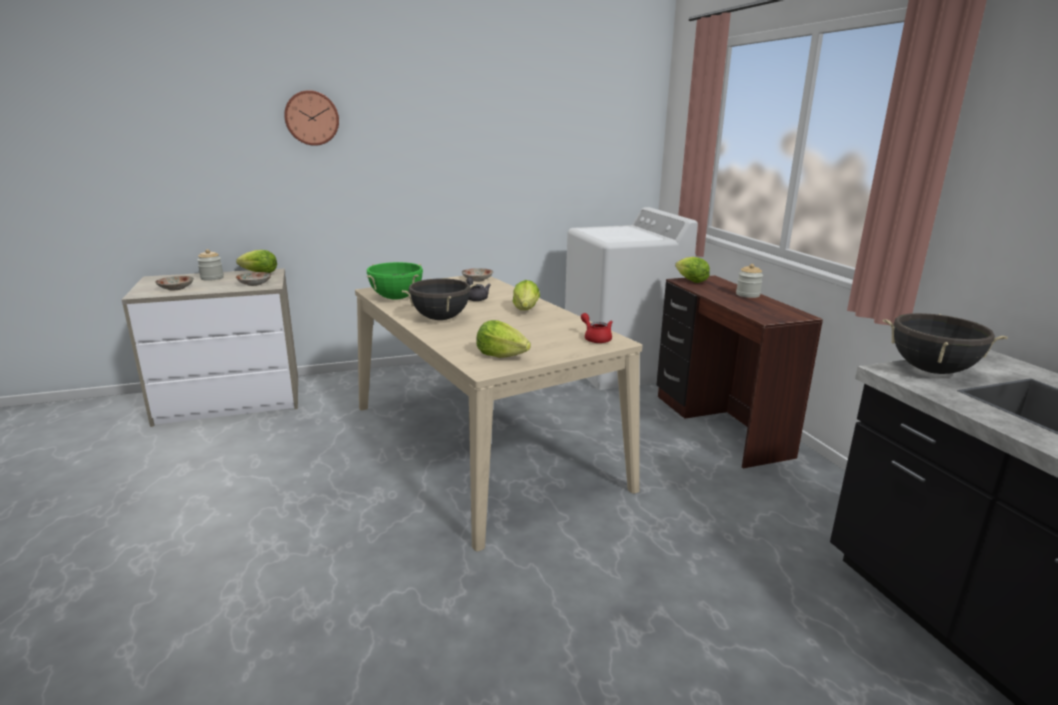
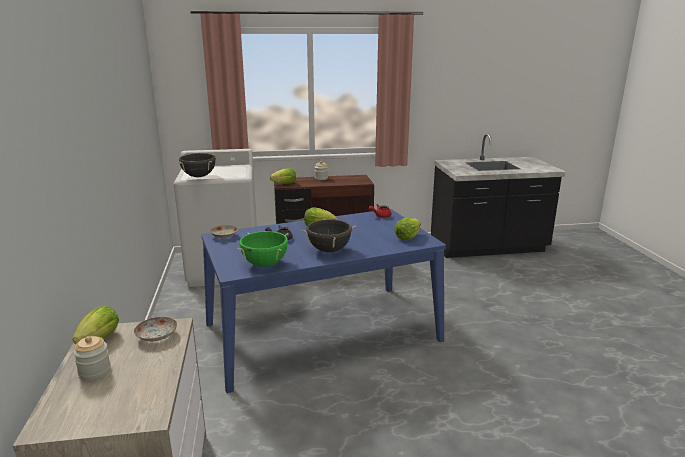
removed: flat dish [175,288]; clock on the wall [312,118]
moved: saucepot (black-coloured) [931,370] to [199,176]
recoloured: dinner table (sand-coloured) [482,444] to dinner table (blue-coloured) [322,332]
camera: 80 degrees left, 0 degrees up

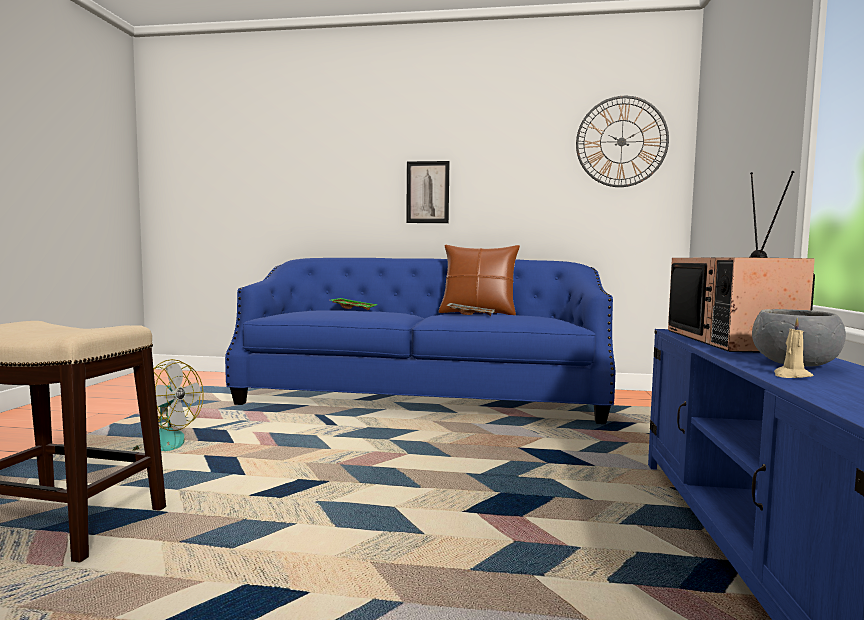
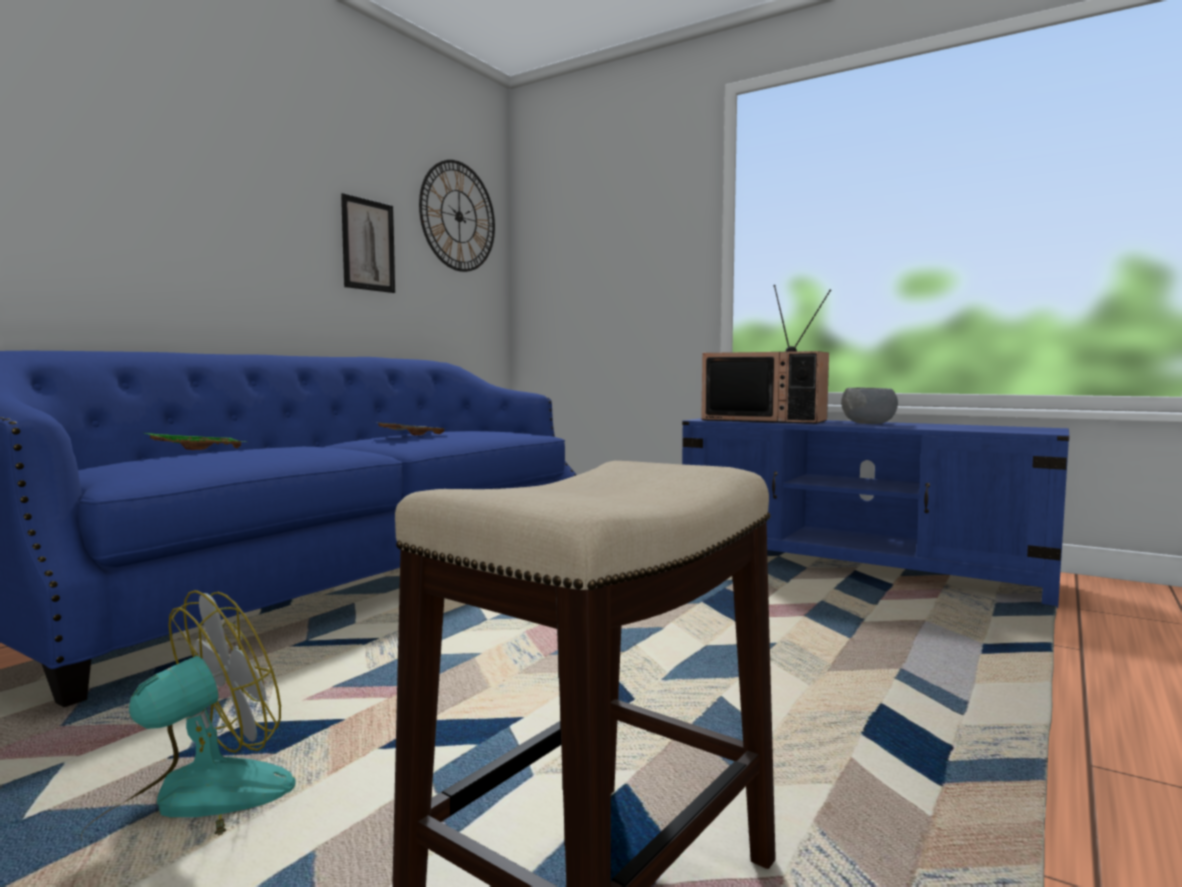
removed: throw pillow (brown-coloured) [478,313]; candle (sand-coloured) [791,375]
moved: wall picture [427,192] to [368,245]
camera: 65 degrees left, 0 degrees up

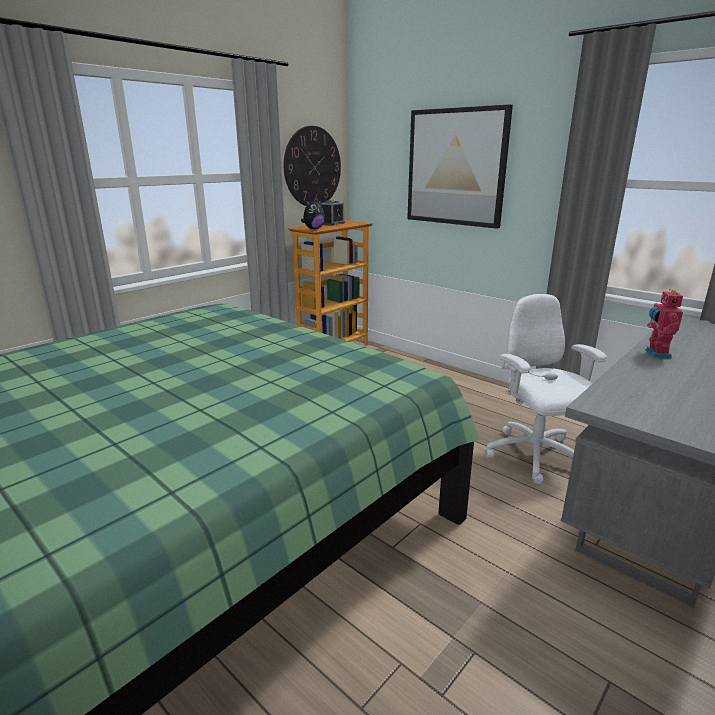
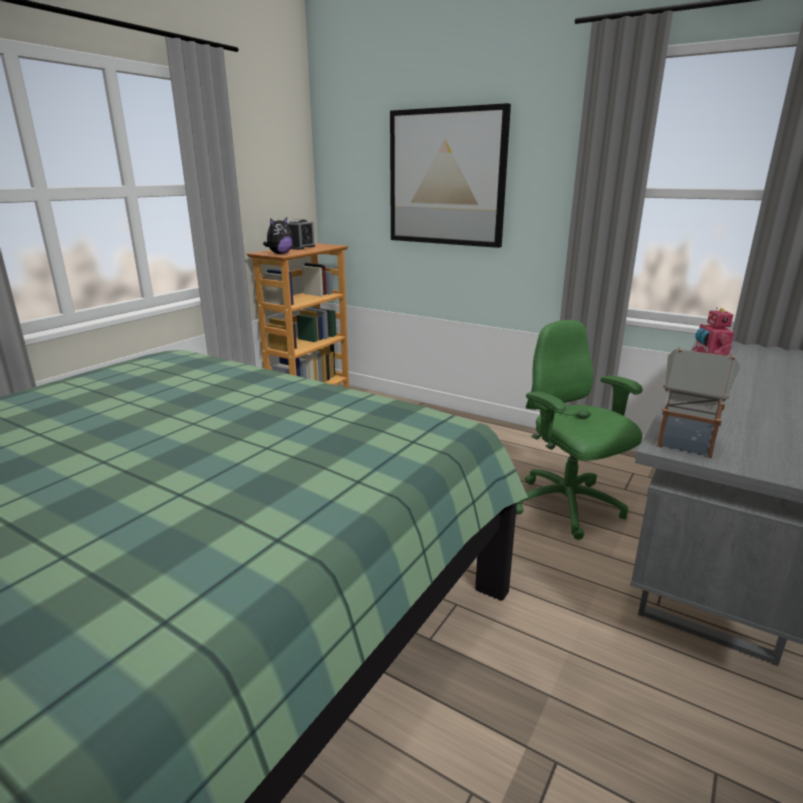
removed: clock on the wall [312,167]
added: miniature house [684,442]
recoloured: office chair (white-coloured) [535,456] to office chair (greenish) [567,507]
camera: 10 degrees left, 0 degrees up

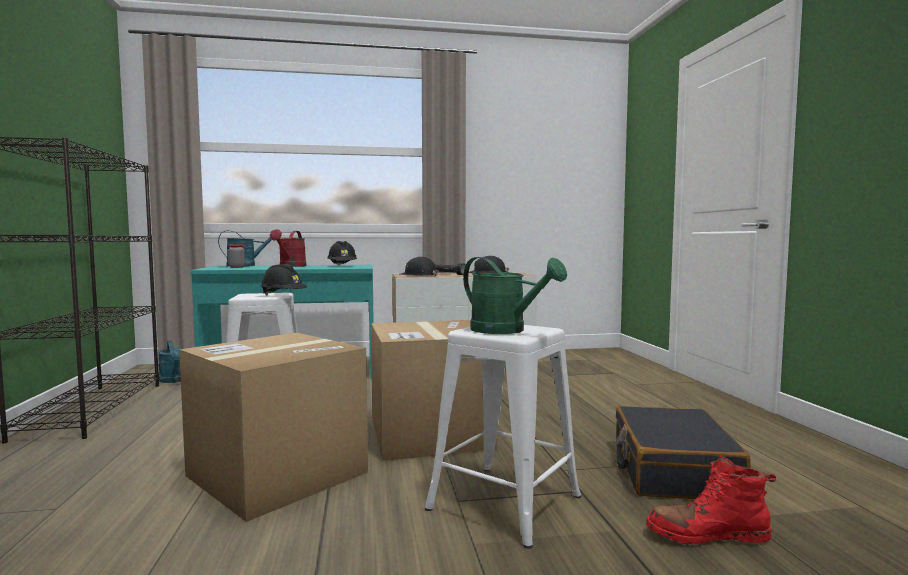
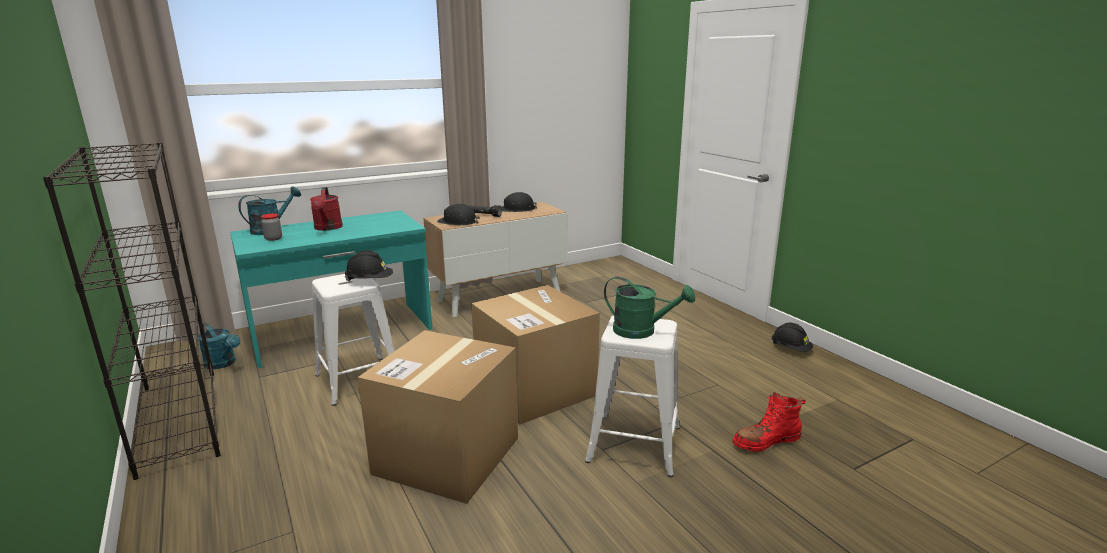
removed: piece of luggage (black-coloured) [672,470]
moved: work helmet (black-coloured) [342,266] to [790,349]
camera: 20 degrees left, 15 degrees up

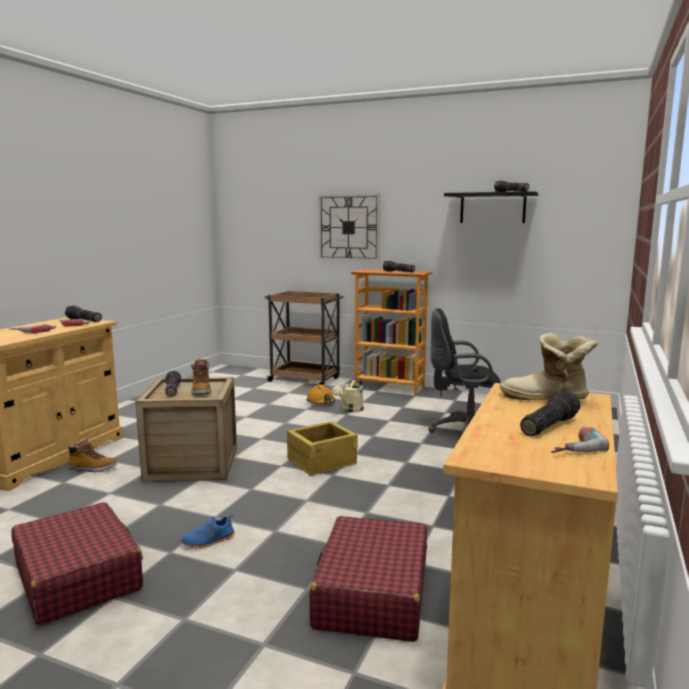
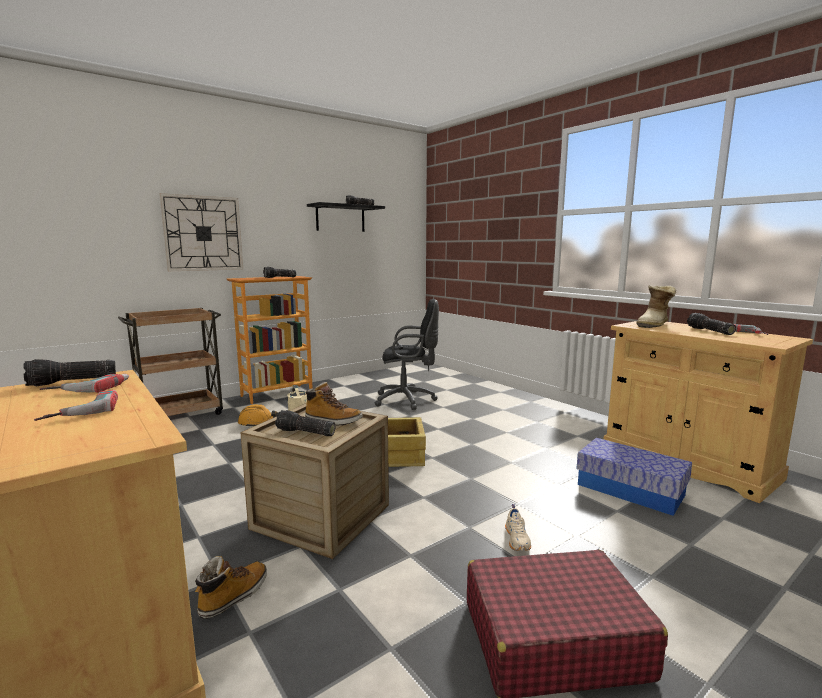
replaced: piece of luggage (red-coloured) [372,594] to storage bin [630,490]
recoloured: low shoe (blue-coloured) [208,541] to low shoe (sand-coloured) [518,539]
turned: office chair (black-coloured) [463,432] = [408,400] 120 degrees counterclockwise
camera: 60 degrees left, 0 degrees up

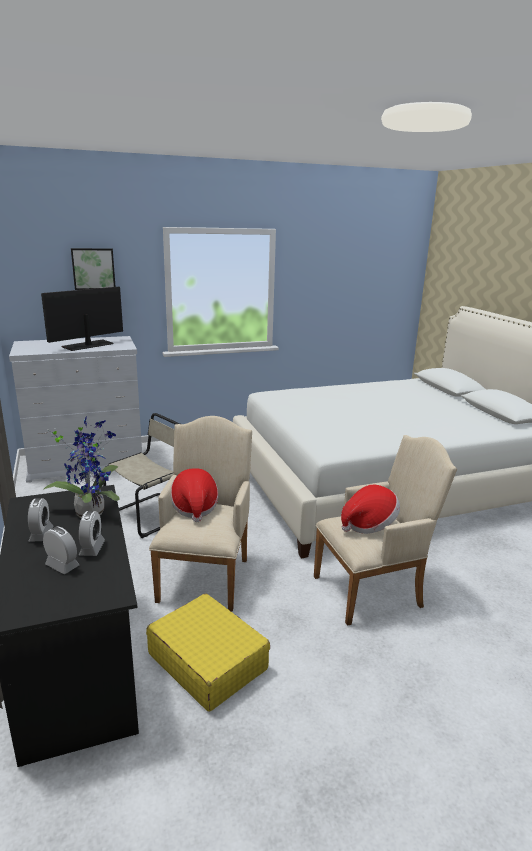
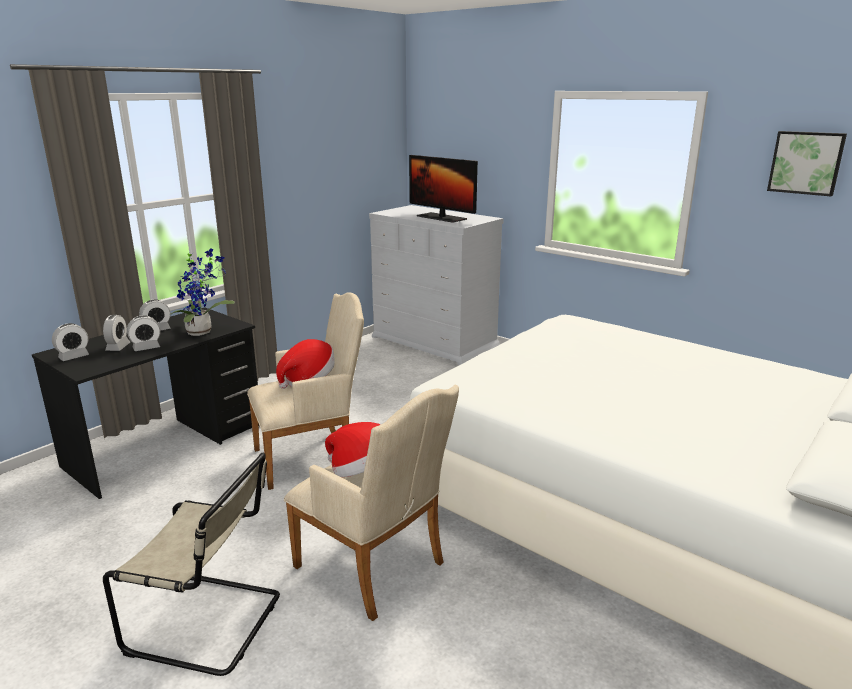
removed: piece of luggage (yellowish) [207,661]
added: bedside clock [74,356]
moved: plain chair (sand-coloured) [152,514] to [210,623]; wall picture [93,268] to [806,162]
turned: computer display [87,345] = [441,217] 150 degrees counterclockwise
camera: 60 degrees right, 0 degrees up

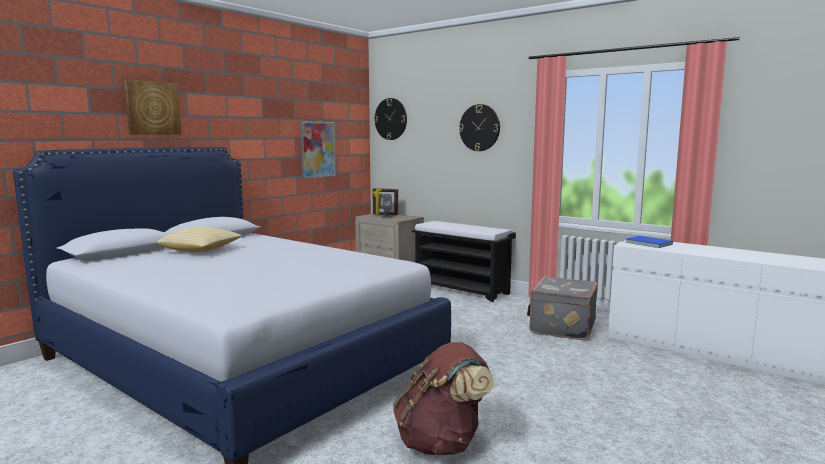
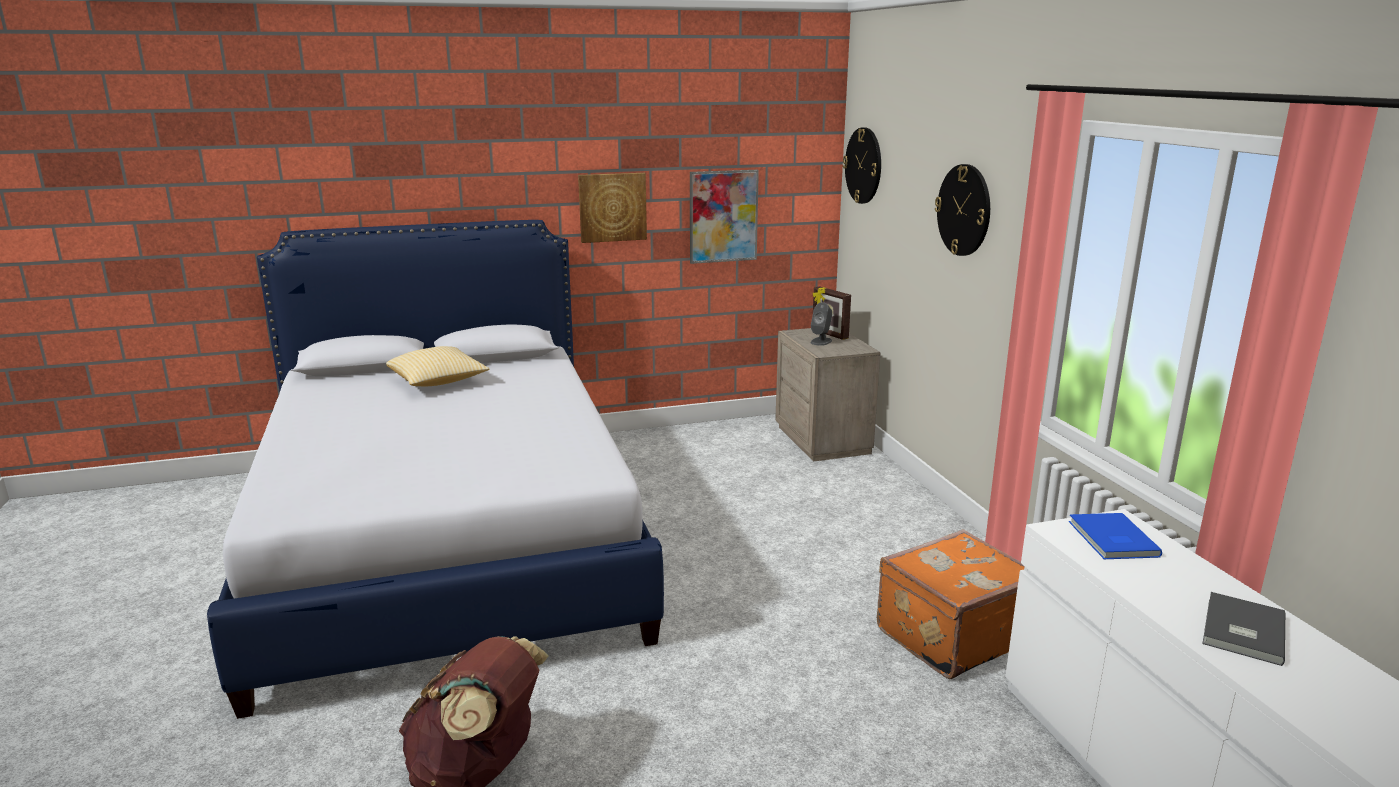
removed: bench (black-coloured) [462,289]
added: bound book (greyish) [1240,631]
moved: wall picture [152,108] to [612,207]
recoloured: piece of luggage (greyish) [561,327] to piece of luggage (orangey) [949,635]
camera: 35 degrees right, 10 degrees up

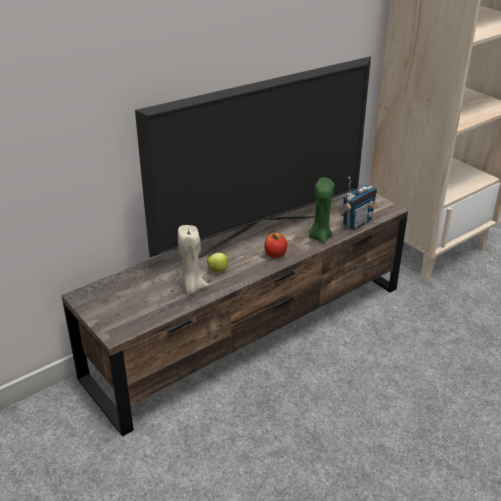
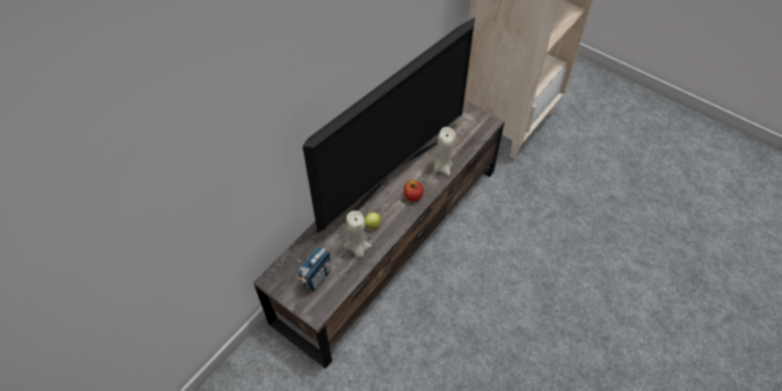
moved: radio set [356,223] to [316,278]
recoloured: candle (greenish) [320,237] to candle (sand-coloured) [442,167]
camera: 15 degrees left, 20 degrees up

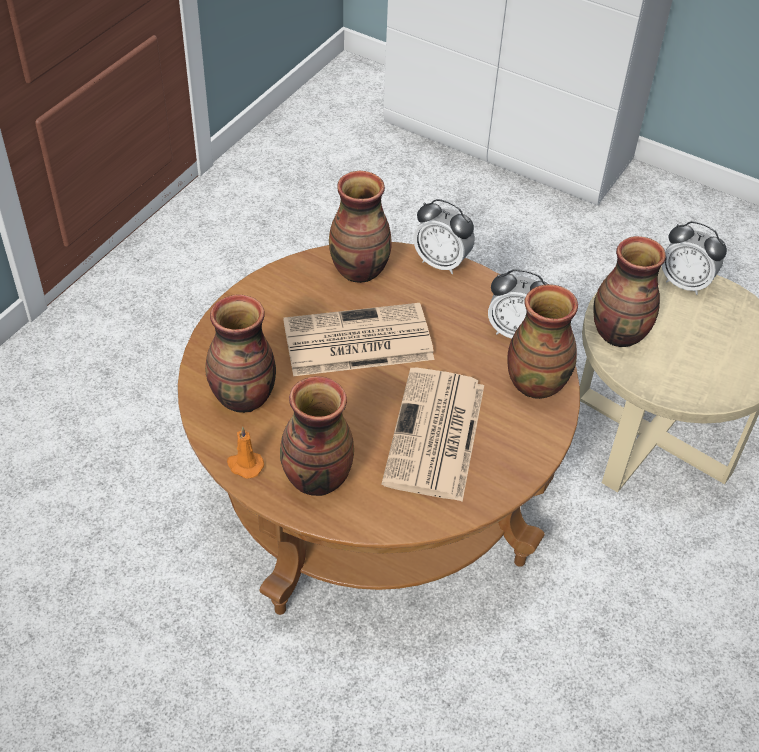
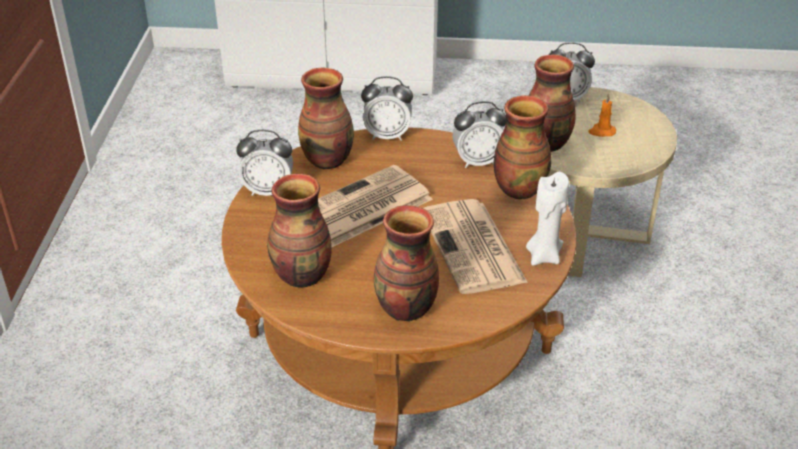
added: bedside clock [268,191]; candle (white-coloured) [544,256]
moved: candle (orangey) [244,465] to [601,131]
camera: 25 degrees left, 10 degrees down

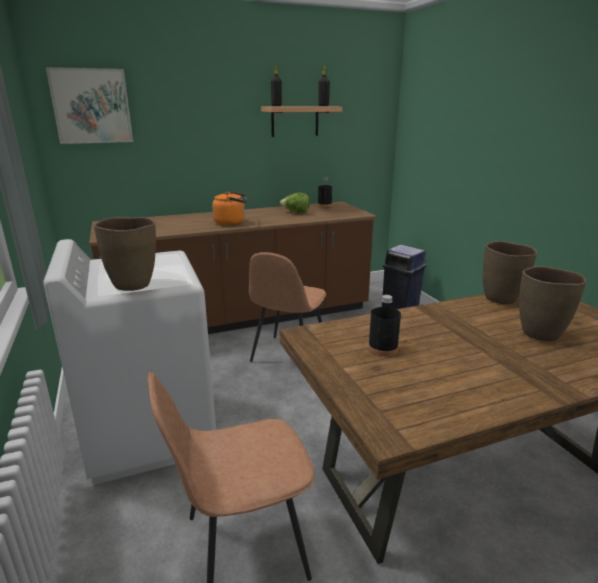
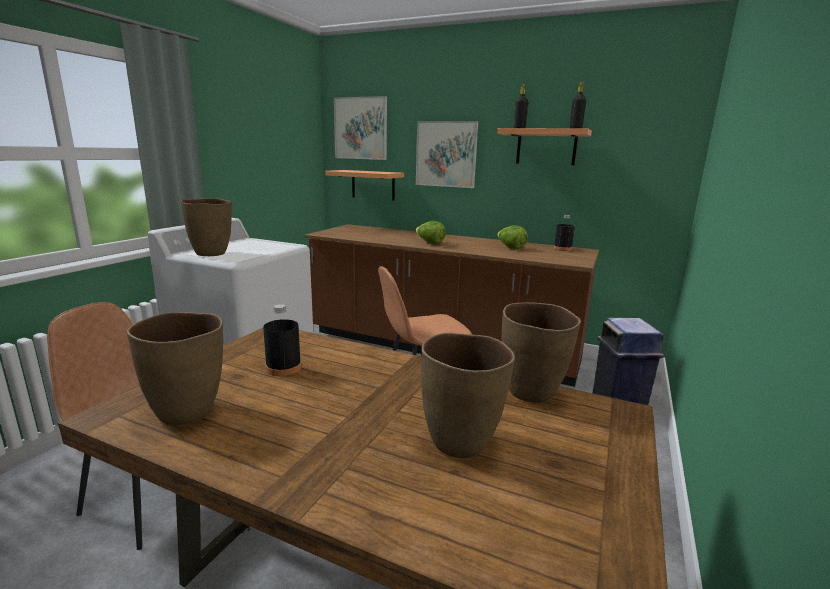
added: flower vase (brown-coloured) [188,411]; bracket shelf [373,185]; wall picture [446,154]
replaced: tea kettle (orangey) [232,222] to lettuce [430,243]
camera: 45 degrees right, 5 degrees down

